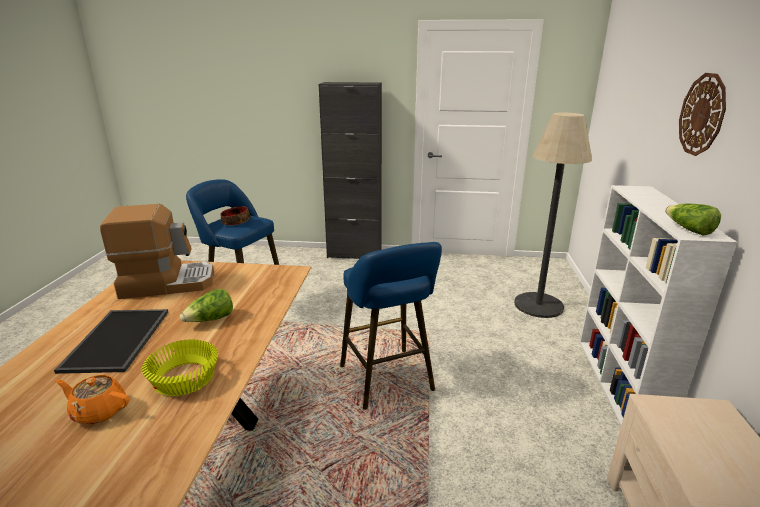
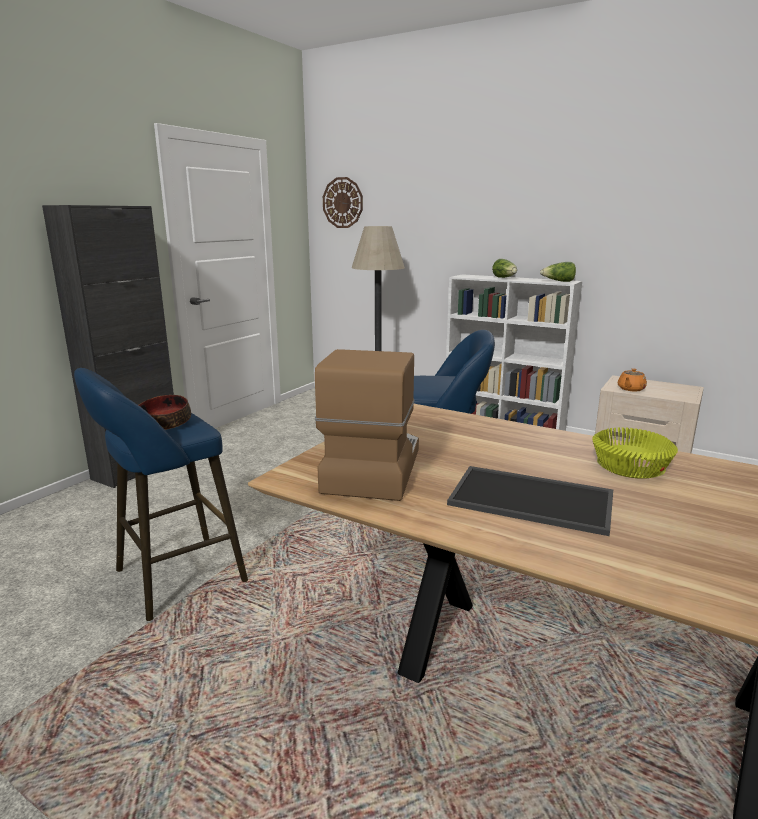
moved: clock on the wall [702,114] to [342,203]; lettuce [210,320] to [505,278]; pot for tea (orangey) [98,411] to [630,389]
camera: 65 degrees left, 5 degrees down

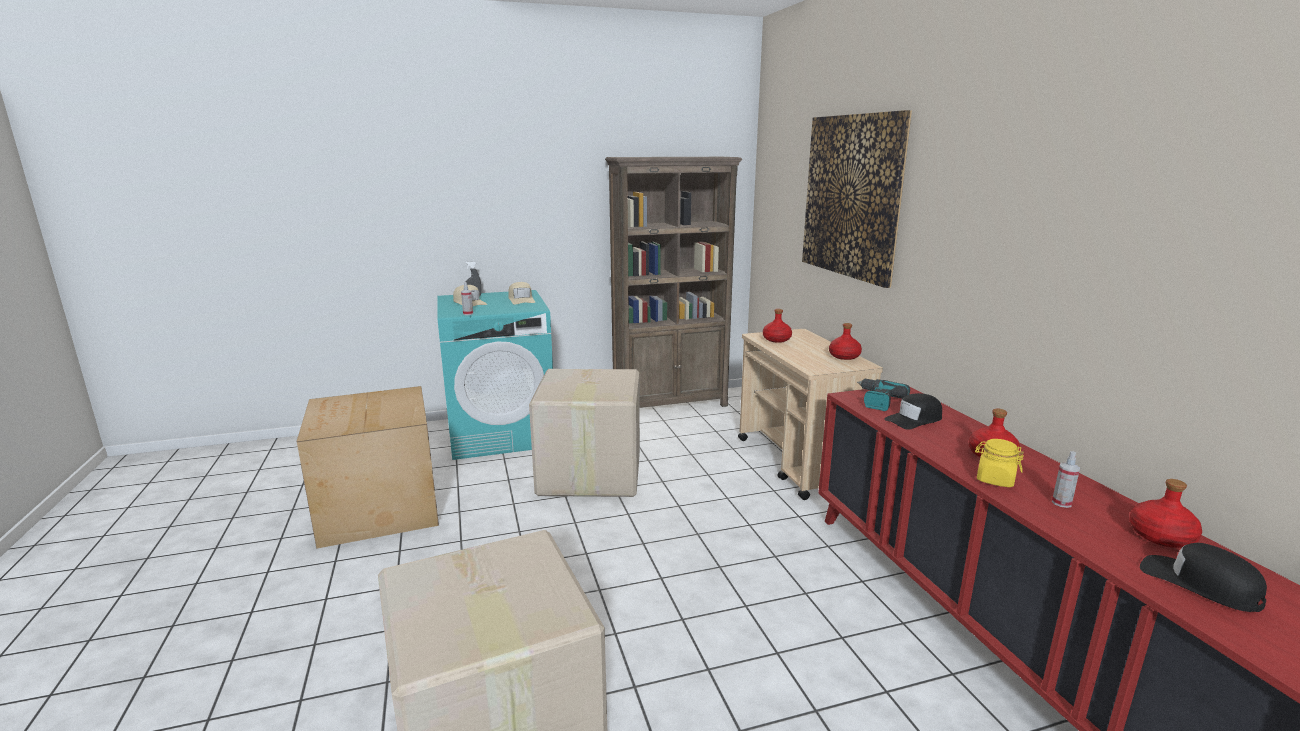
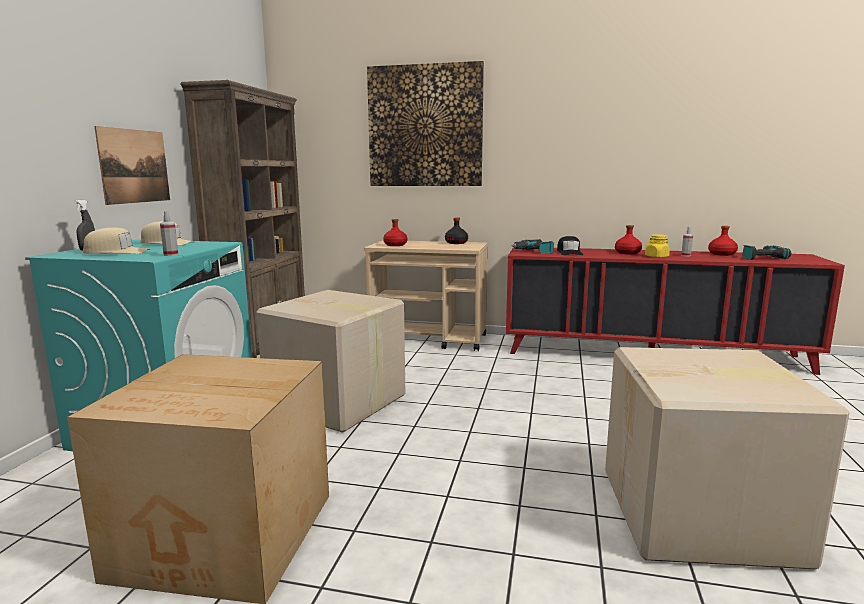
added: wall picture [134,166]
replaced: baseball cap (black-coloured) [1199,584] to electric drill [761,258]
recoloured: drink bottle (red-coloured) [844,356] to drink bottle (black-coloured) [456,243]
camera: 60 degrees left, 5 degrees down

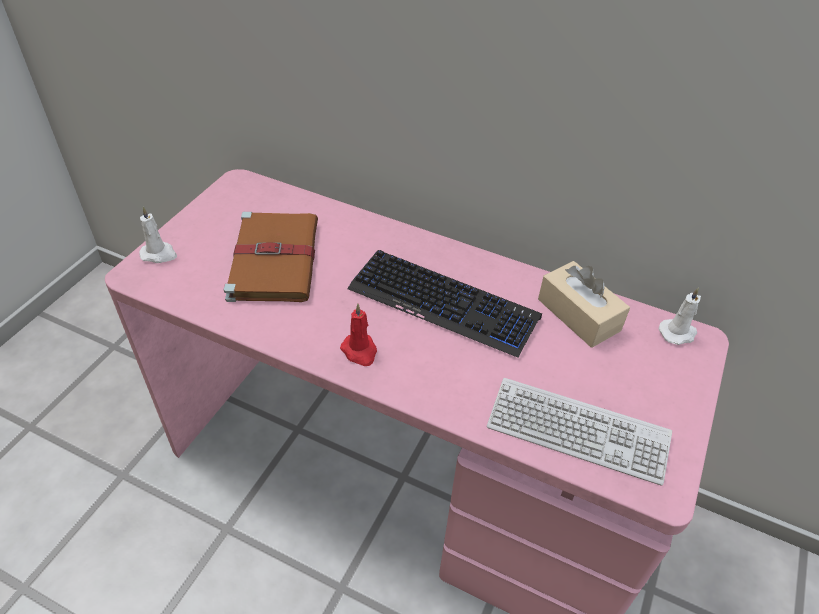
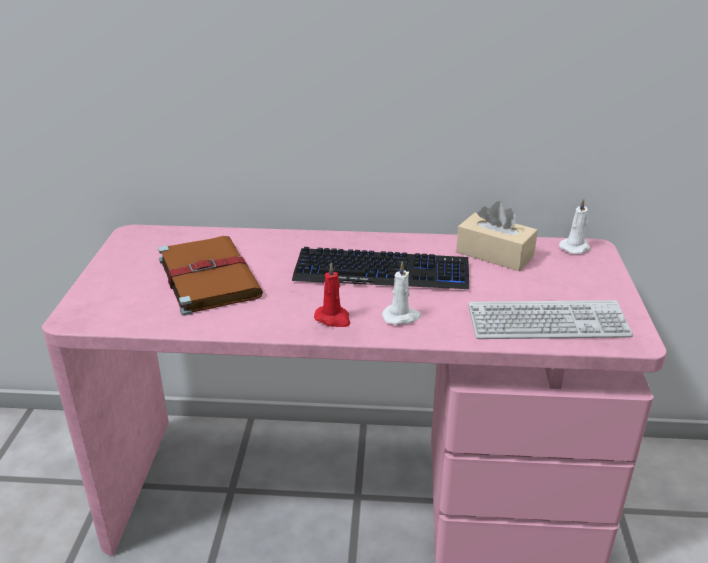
moved: candle (white-coloured) [159,254] to [401,317]
camera: 20 degrees left, 15 degrees down

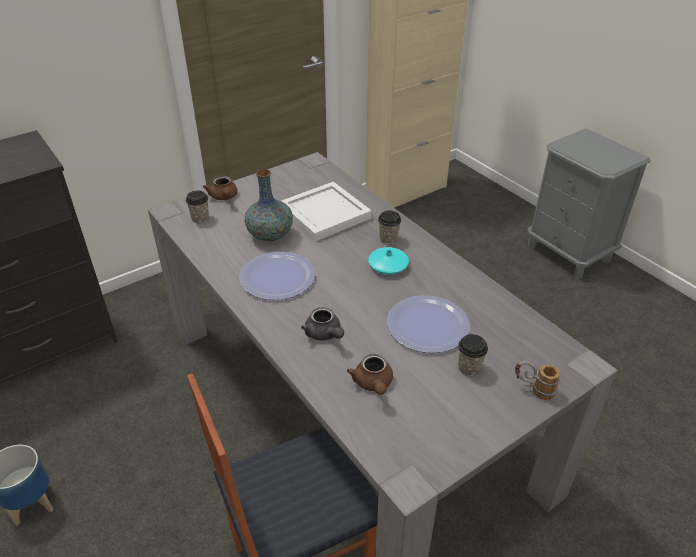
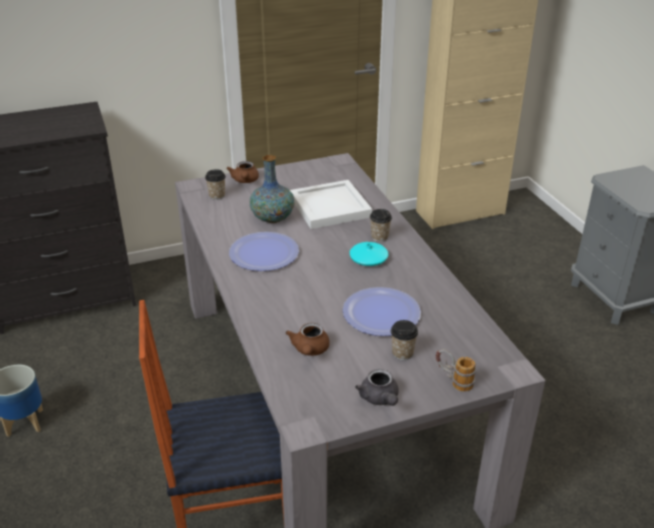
moved: pot for tea (greyish) [324,334] to [380,399]
camera: 15 degrees right, 5 degrees down

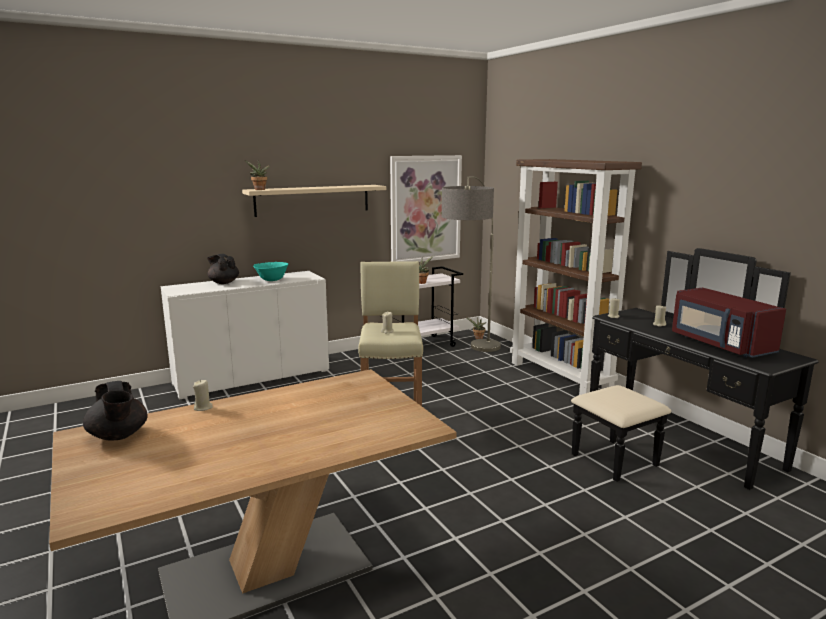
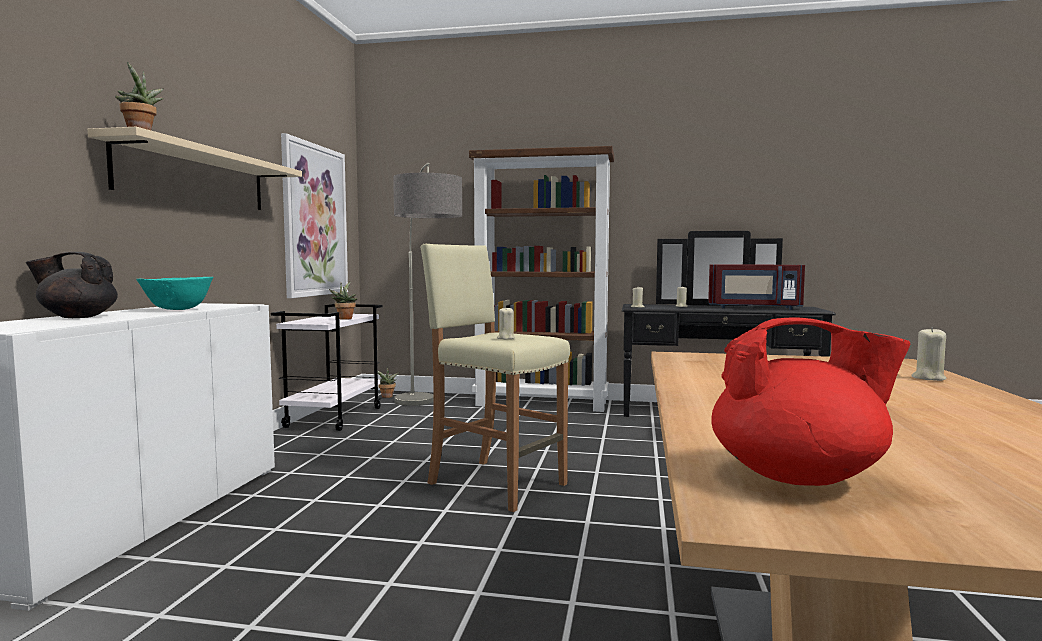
moved: candle (sand-coloured) [203,407] to [928,378]
recoloured: pot for tea (black-coloured) [118,436] to pot for tea (red-coloured) [799,477]
camera: 50 degrees left, 10 degrees down

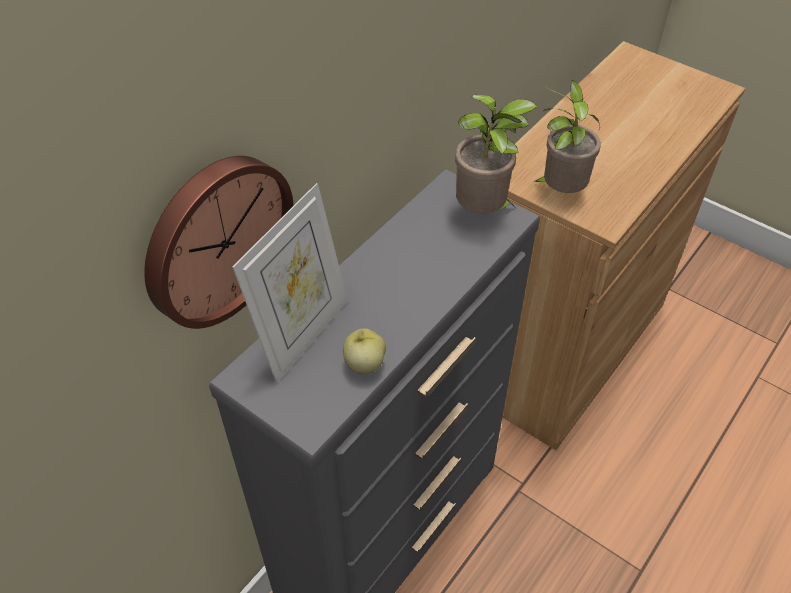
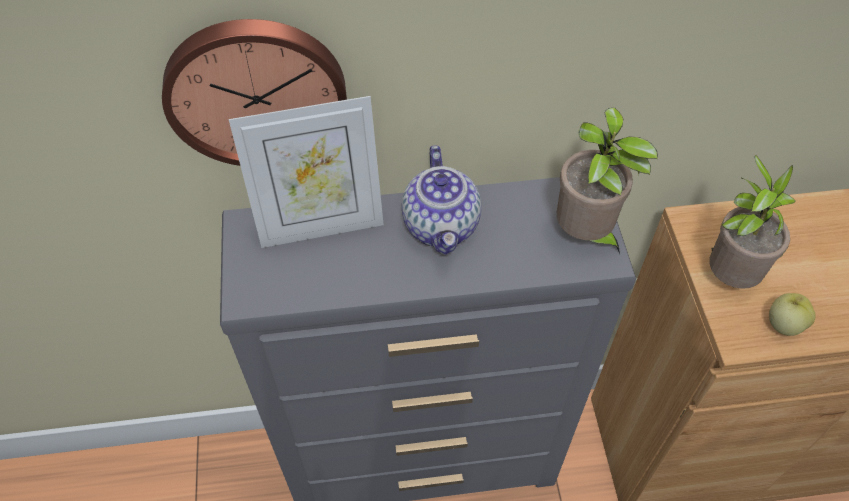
added: pot for tea [442,226]
moved: apple [364,364] to [783,324]
camera: 45 degrees right, 5 degrees up

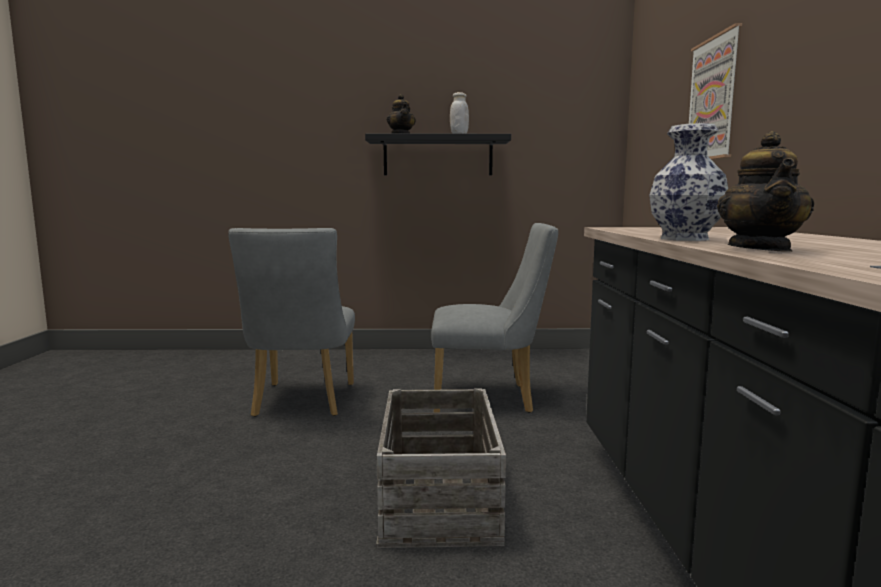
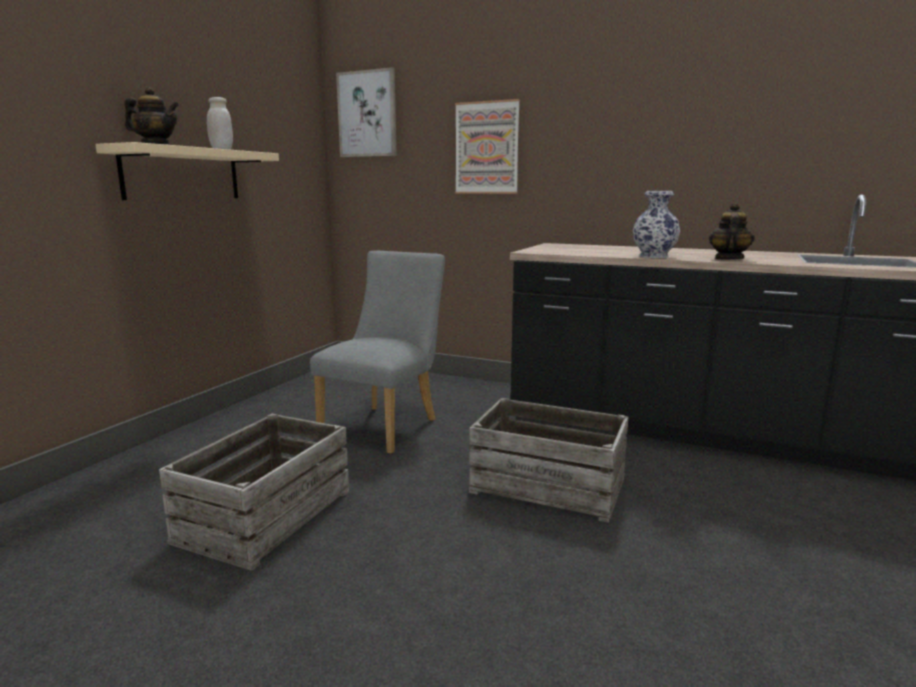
added: wall picture [367,114]
replaced: plain chair (greyish) [302,403] to crate [267,516]
recoloured: bracket shelf (black-coloured) [438,156] to bracket shelf (sand-coloured) [182,174]
turned: pot for tea [760,249] = [728,259] 105 degrees counterclockwise
camera: 65 degrees left, 5 degrees up

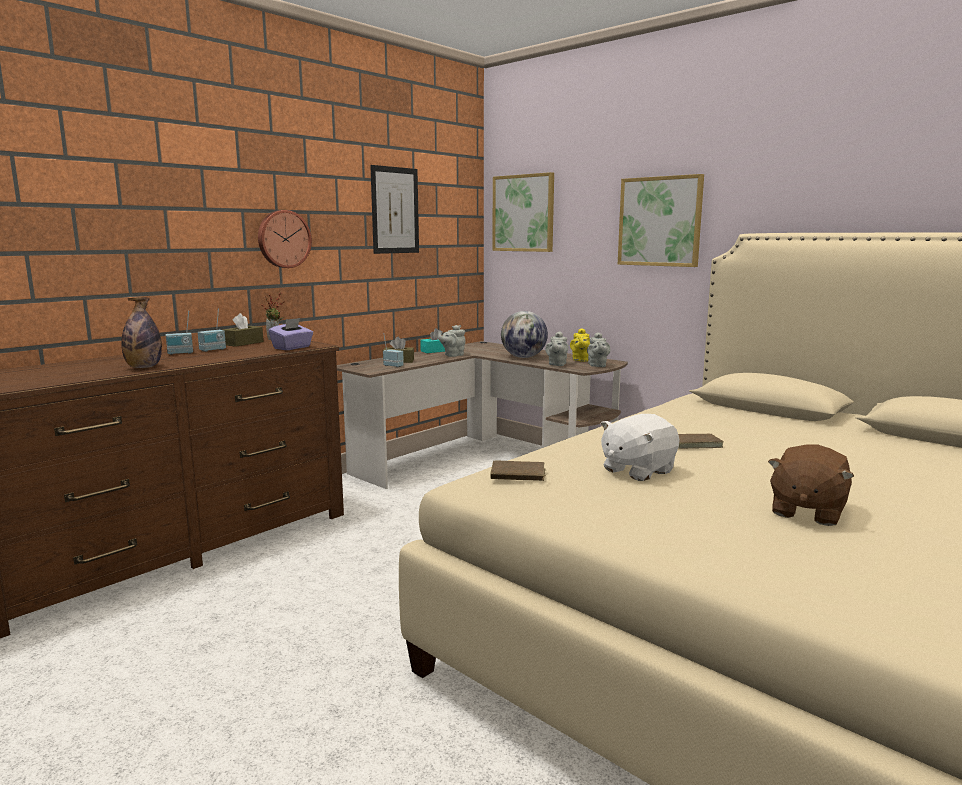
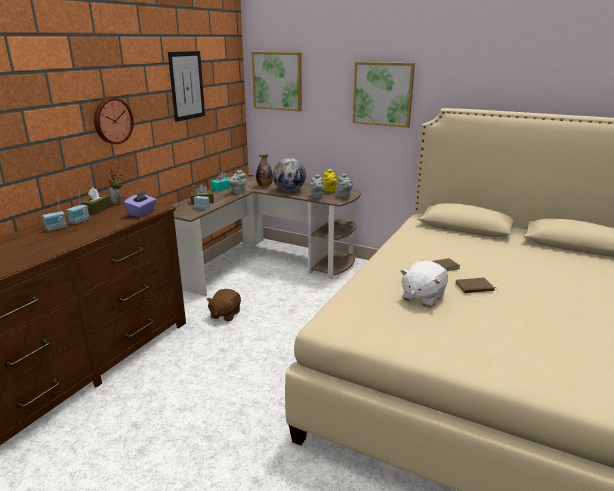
moved: plush toy (brown-coloured) [806,511] to [225,314]; drink bottle [144,367] to [264,186]; bound book (brown-coloured) [517,475] to [475,288]
camera: 15 degrees left, 10 degrees up

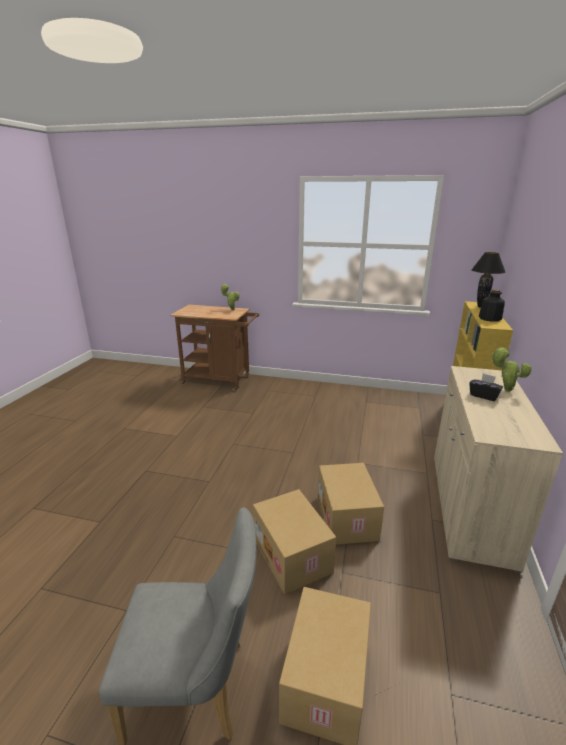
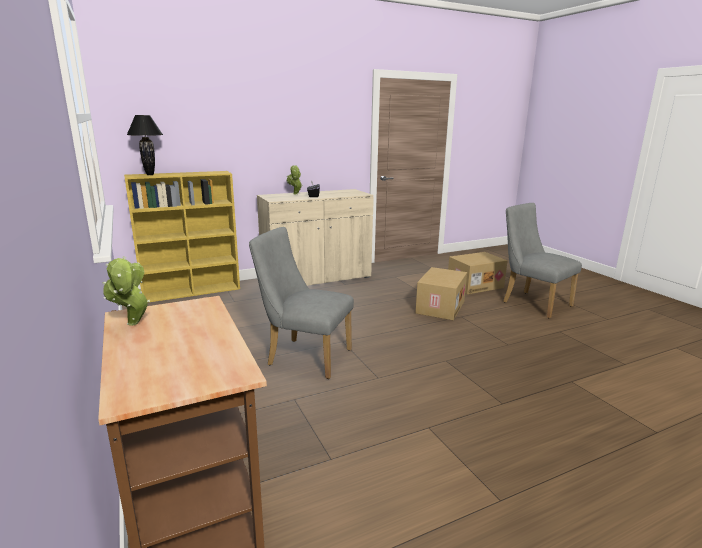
removed: packing box [347,518]; drink bottle [489,318]
added: plain chair (greyish) [304,356]
camera: 130 degrees left, 5 degrees down

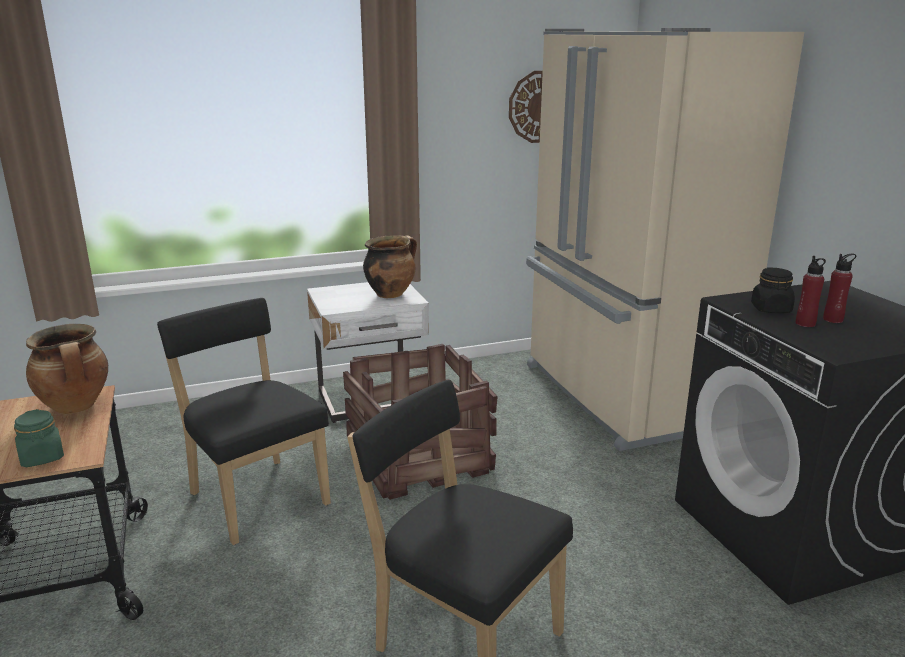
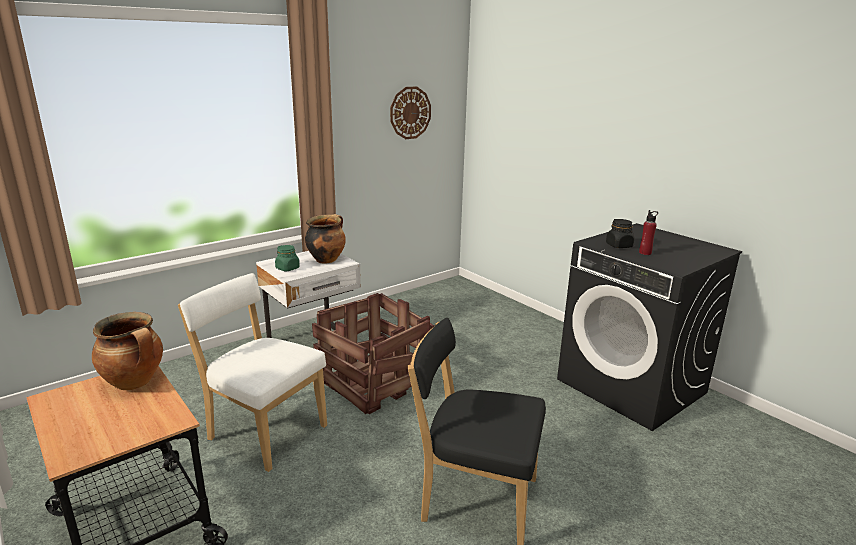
removed: refrigerator (sand-coloured) [621,396]; drink bottle (red-coloured) [833,319]
moved: storage jar (greenish) [42,457] to [287,268]
recoloured: plain chair (black-coloured) [256,496] to plain chair (white-coloured) [264,431]
camera: 20 degrees left, 0 degrees up

